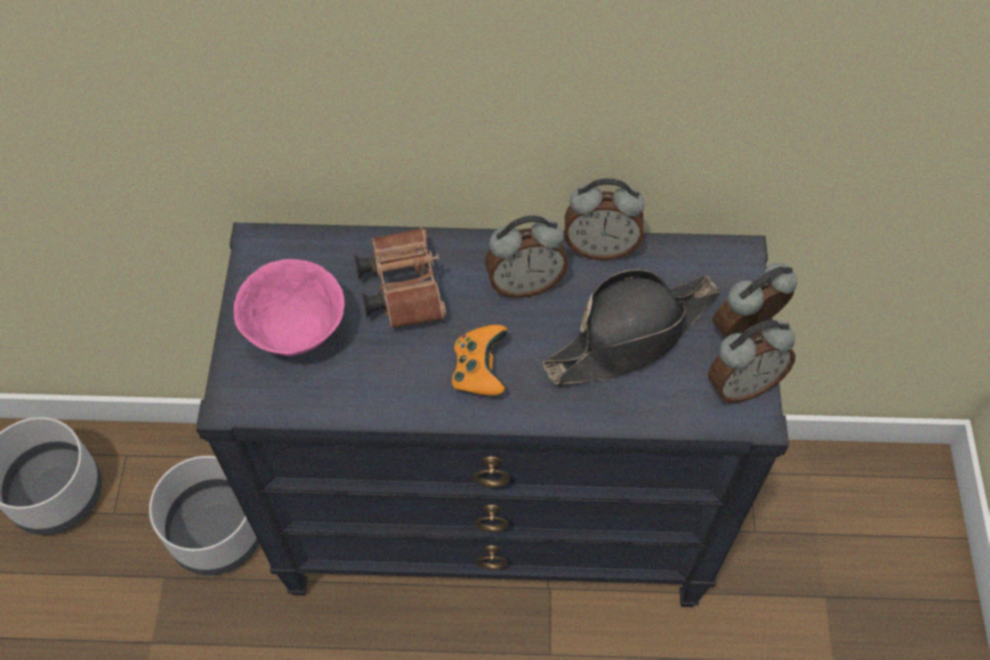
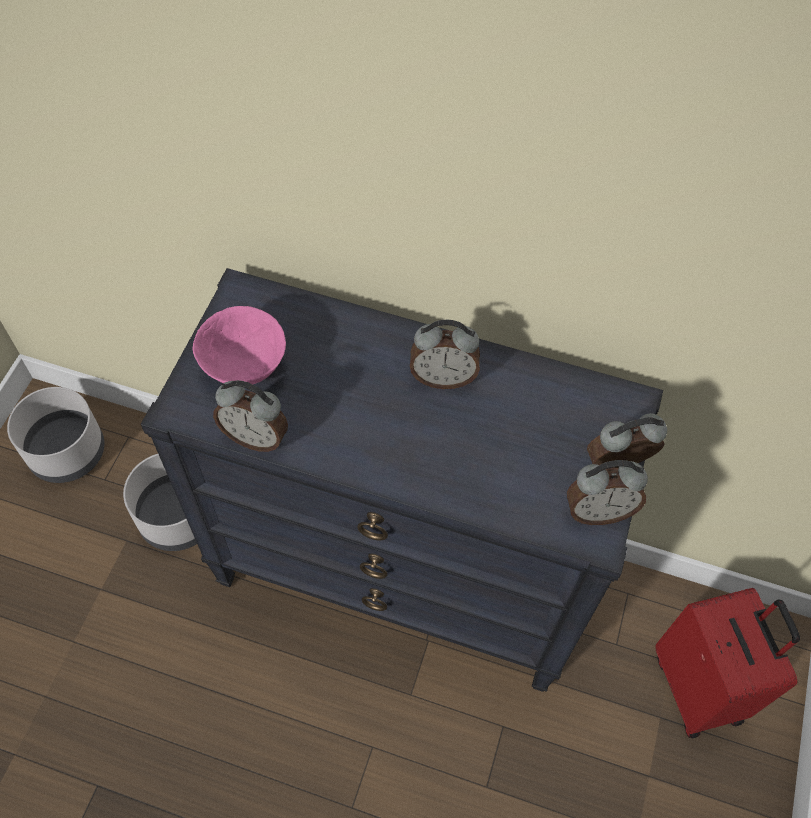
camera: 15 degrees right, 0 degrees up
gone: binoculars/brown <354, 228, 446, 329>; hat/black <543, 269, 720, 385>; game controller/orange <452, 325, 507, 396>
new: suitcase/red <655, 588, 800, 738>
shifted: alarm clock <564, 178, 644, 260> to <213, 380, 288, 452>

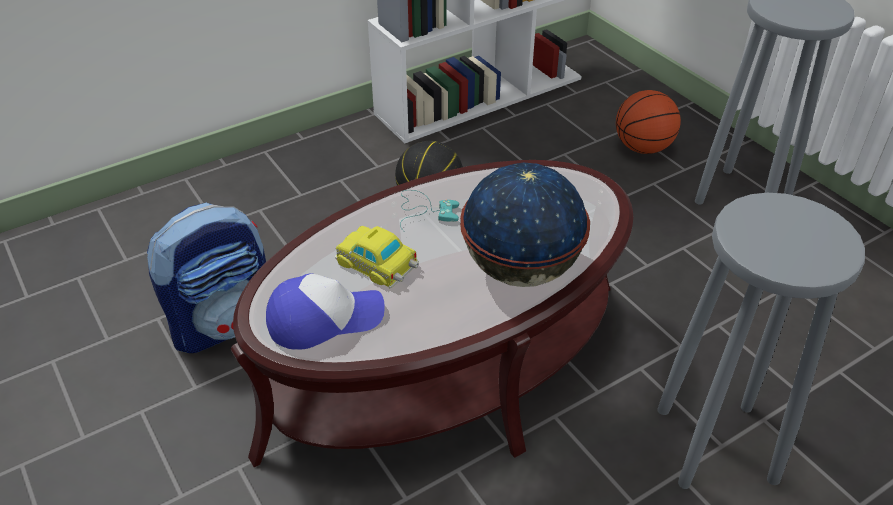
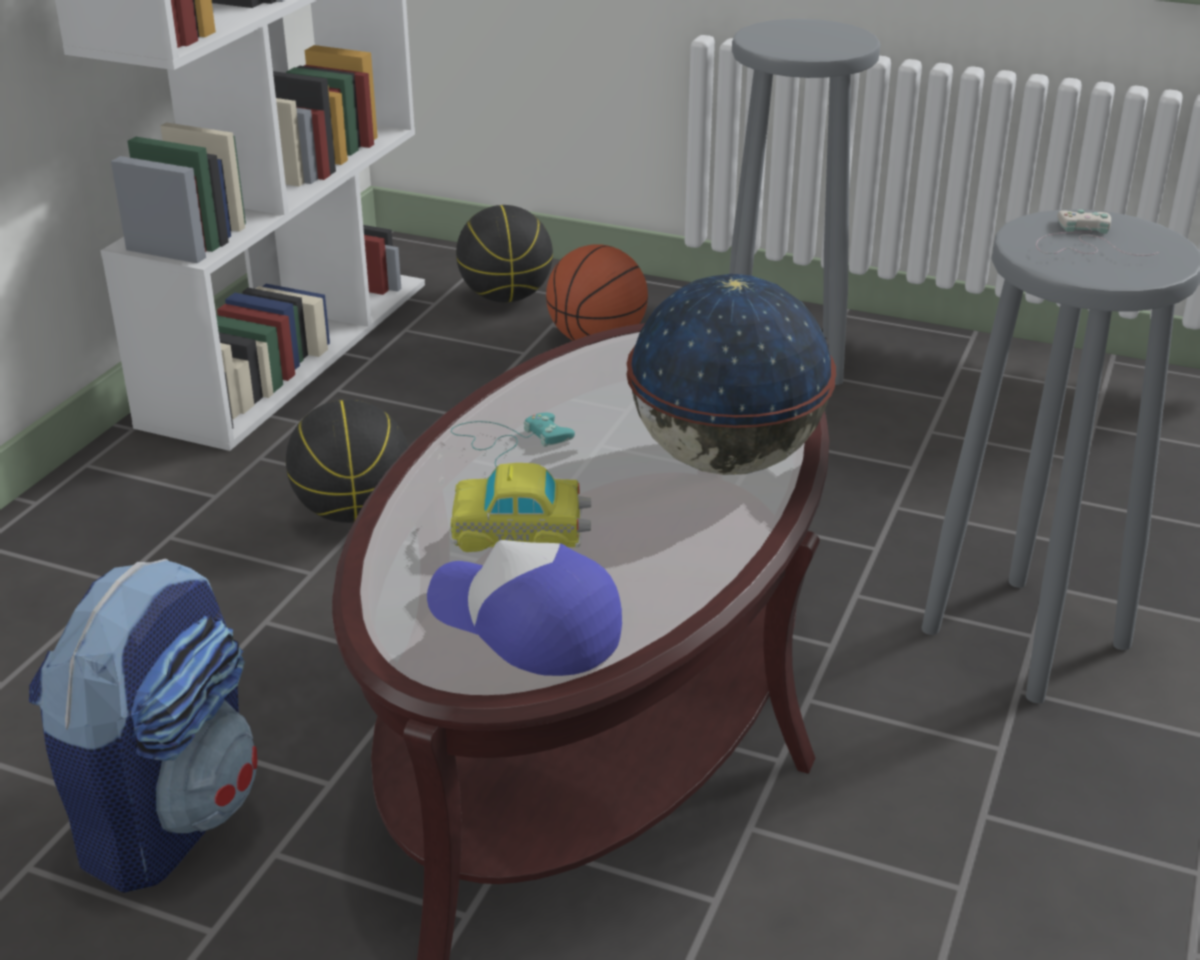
camera: 35 degrees left, 10 degrees down
new: basketball <456, 205, 553, 302>; game controller/white <1036, 209, 1160, 256>
rotated: cap <266, 274, 385, 350> = <427, 540, 622, 676> 90 degrees counterclockwise

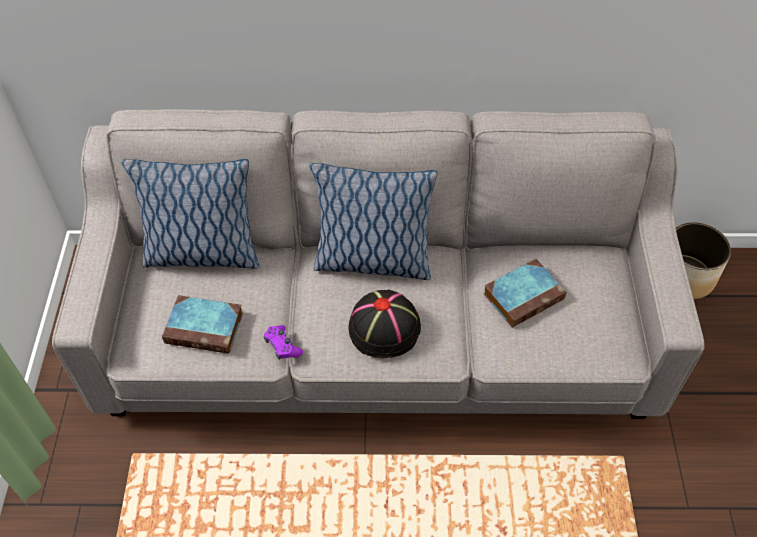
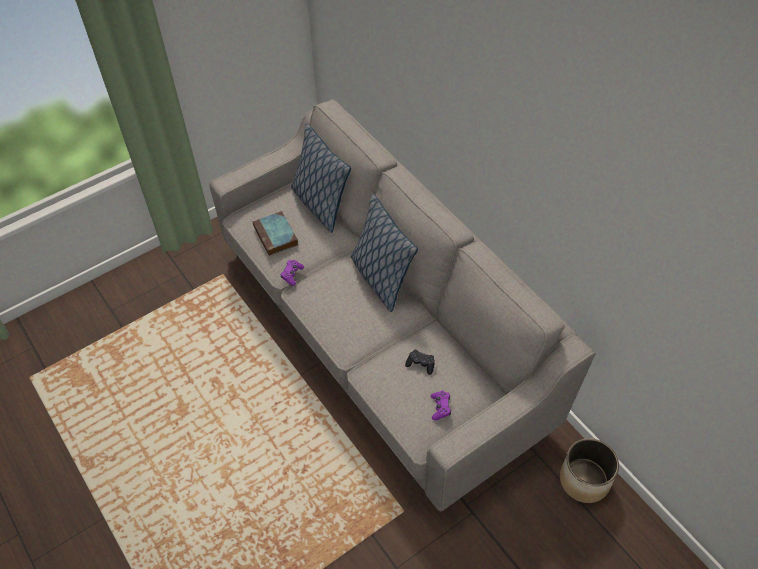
camera: 55 degrees right, 0 degrees up
gone: hat/black <348, 290, 421, 358>
new: game controller/purple <431, 391, 451, 421>
swapped: book <483, 259, 567, 328> to game controller/black <405, 350, 435, 375>

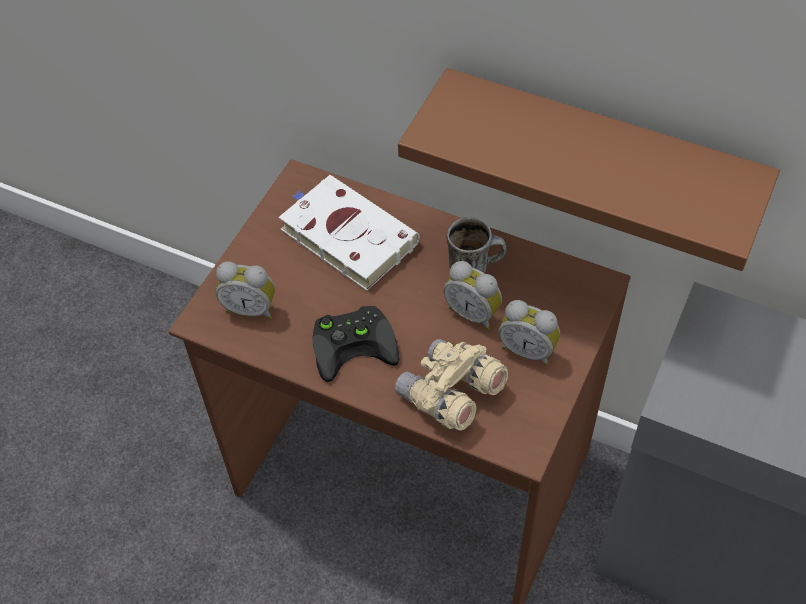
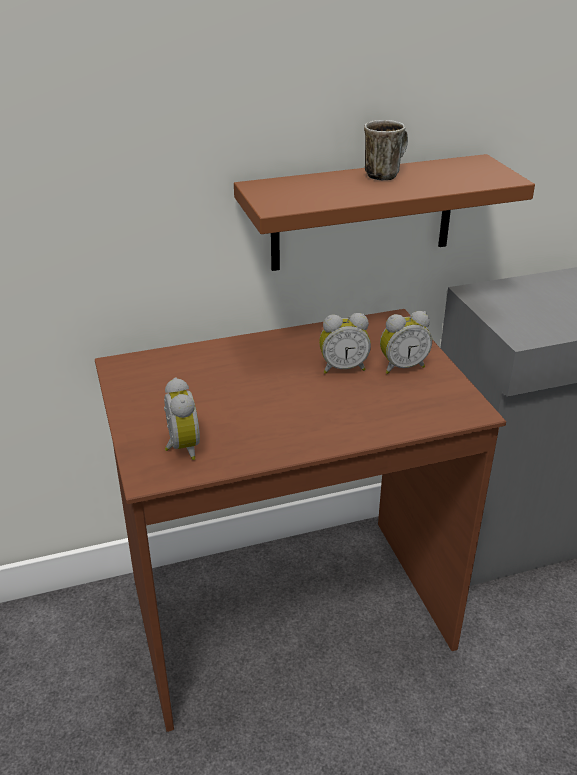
camera: 45 degrees left, 20 degrees down
gone: book/white <279, 175, 420, 291>; game controller/black <312, 306, 400, 382>; binoculars/beige <395, 339, 508, 430>
shifted: mug <447, 217, 506, 273> to <364, 120, 408, 180>
rotated: alarm clock <215, 261, 275, 319> = <164, 377, 200, 460> 75 degrees counterclockwise

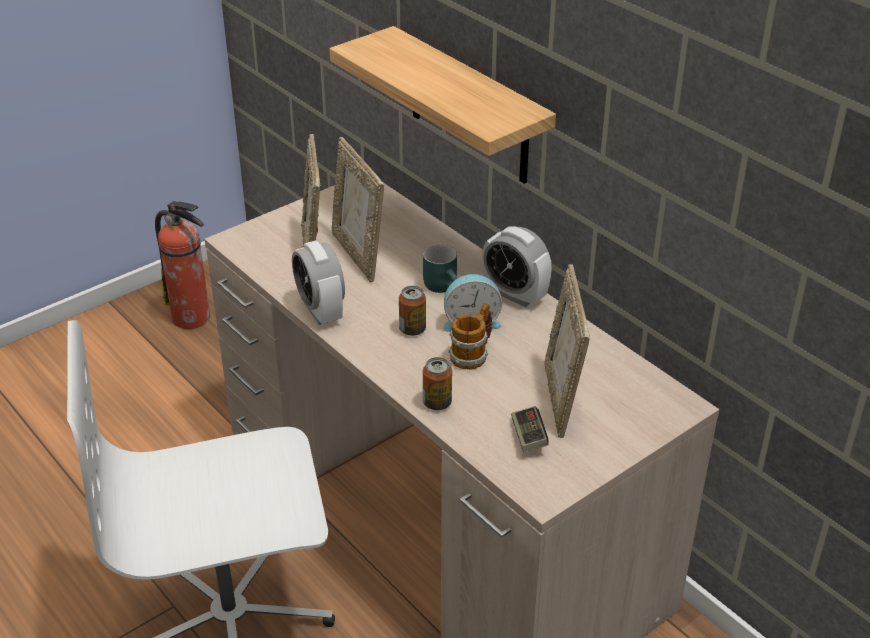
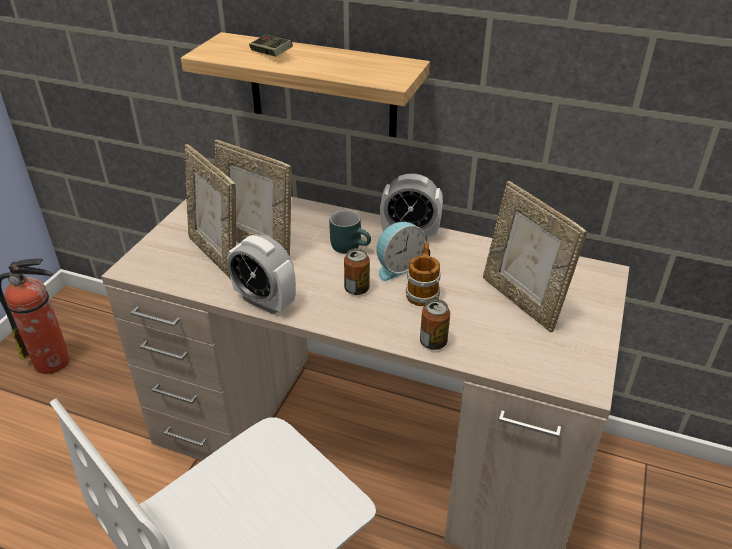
camera: 30 degrees left, 0 degrees up
shifted: game controller <511, 406, 549, 452> to <249, 35, 293, 56>

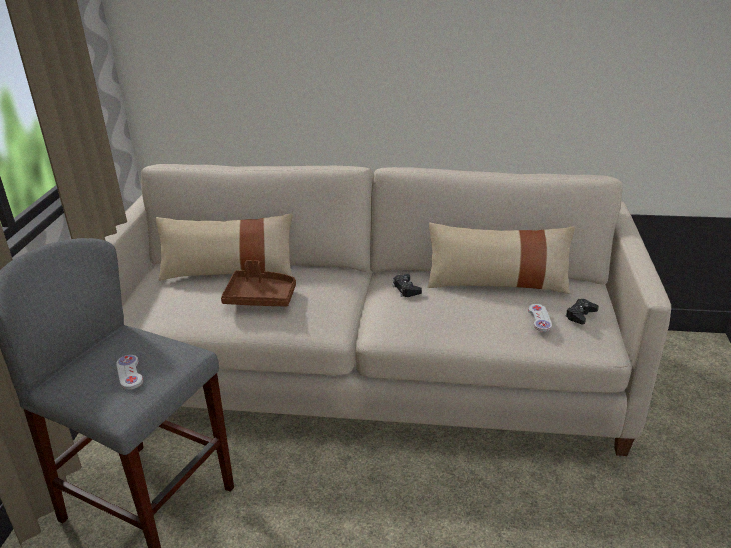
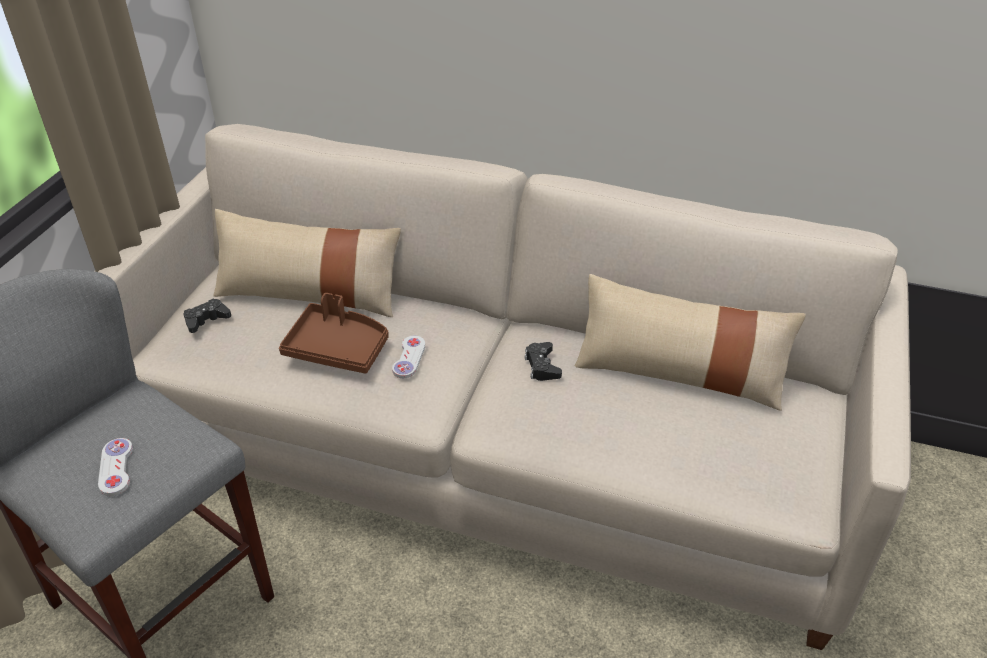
camera: 10 degrees right, 10 degrees up
shifted: game controller/black <565, 299, 599, 324> to <184, 298, 231, 333>; game controller/white <528, 304, 552, 332> to <392, 336, 425, 378>

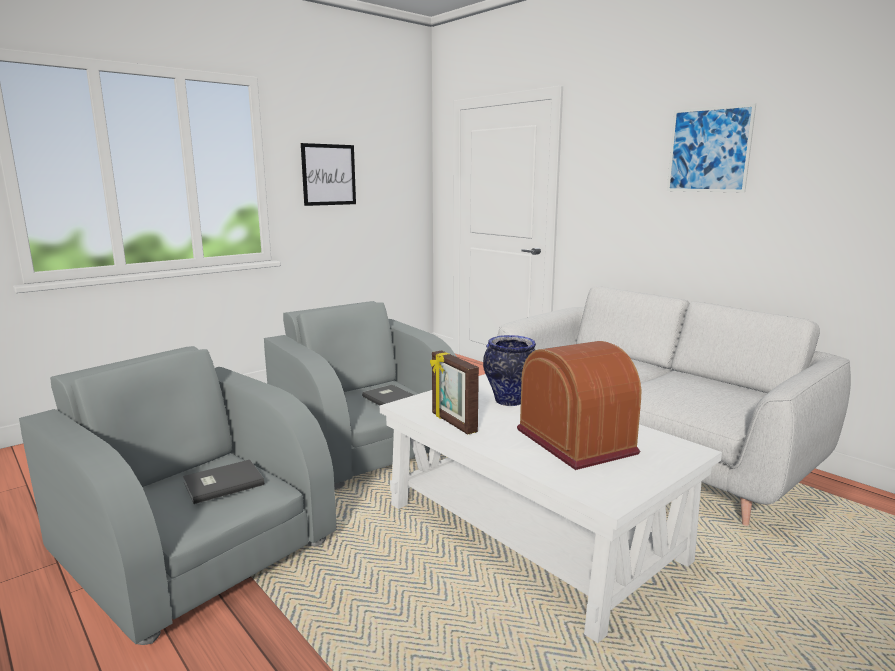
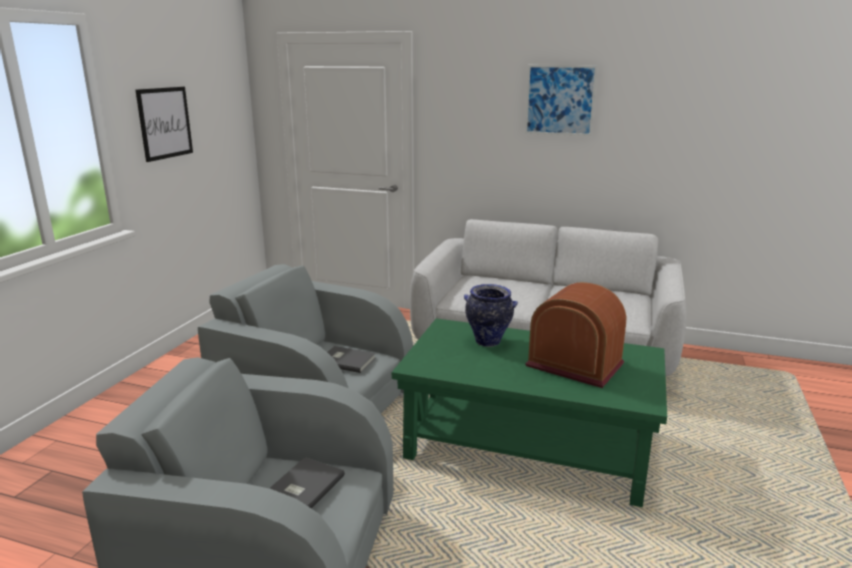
camera: 30 degrees left, 5 degrees up
gone: picture frame <430, 350, 479, 435>
repainted: coffee table/white <380, 374, 722, 643> to coffee table/green <392, 318, 667, 507>

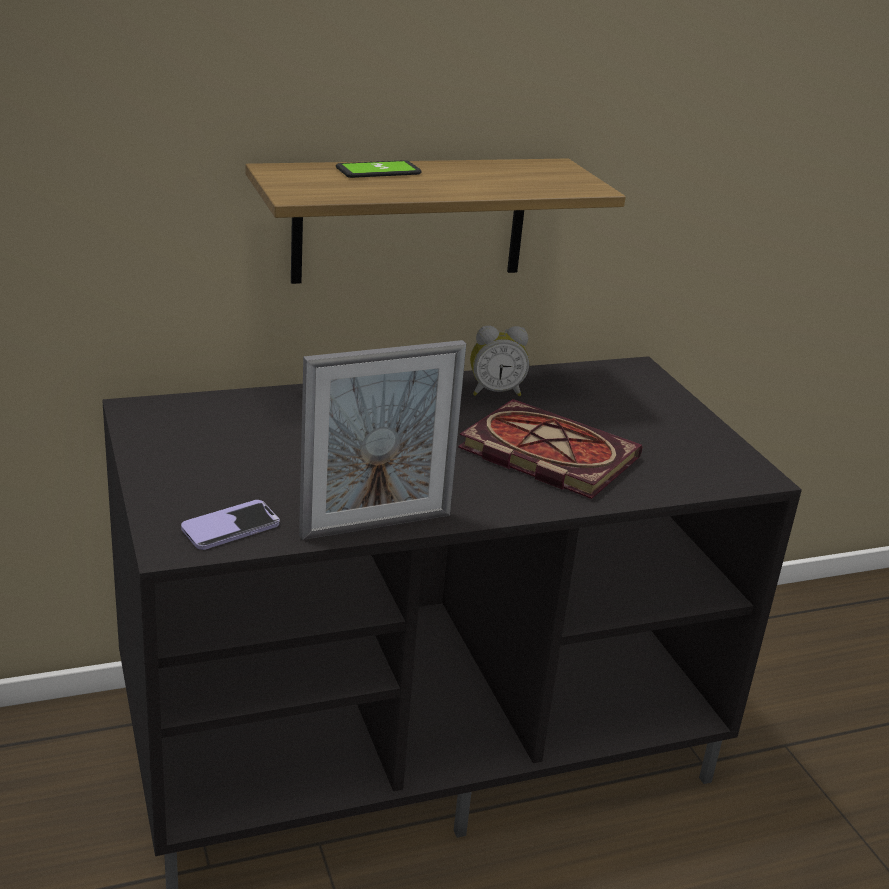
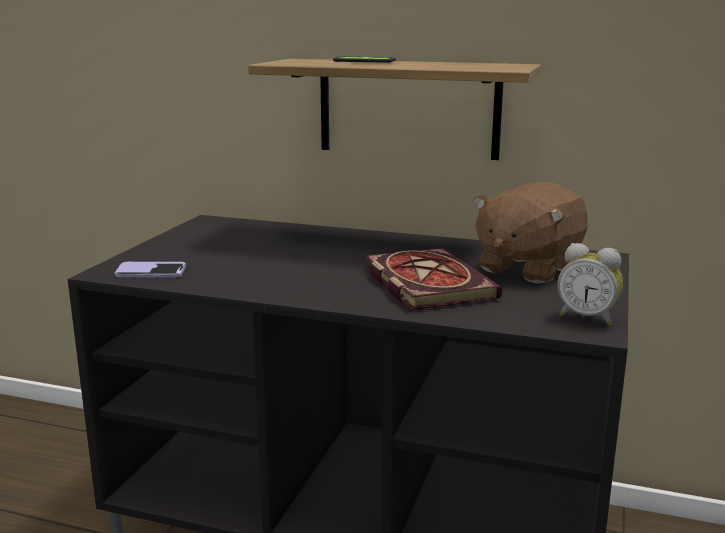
camera: 40 degrees right, 10 degrees down
gone: picture frame <299, 340, 466, 540>
new: plush toy/brown <473, 182, 588, 284>
shifted: alarm clock <470, 326, 529, 396> to <557, 243, 623, 326>

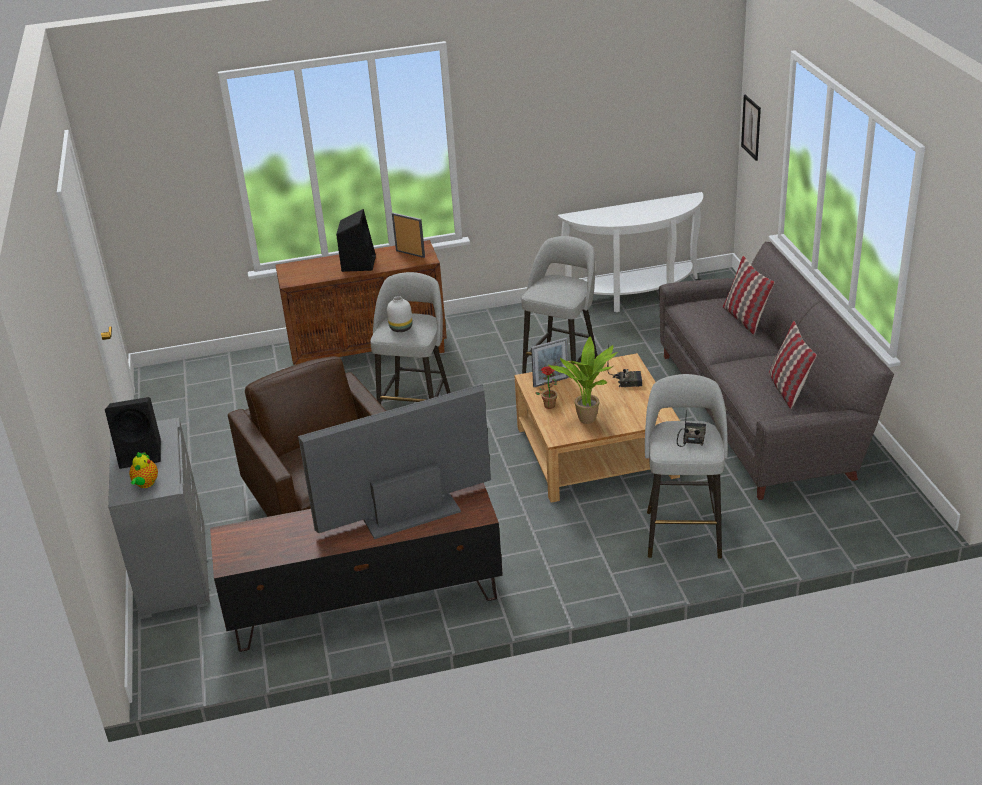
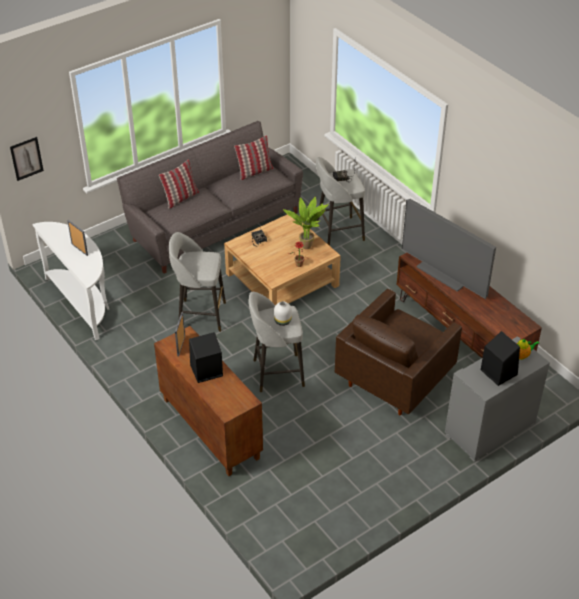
camera: 115 degrees left, 10 degrees up
shifted: picture frame <531, 338, 569, 387> to <67, 220, 88, 256>

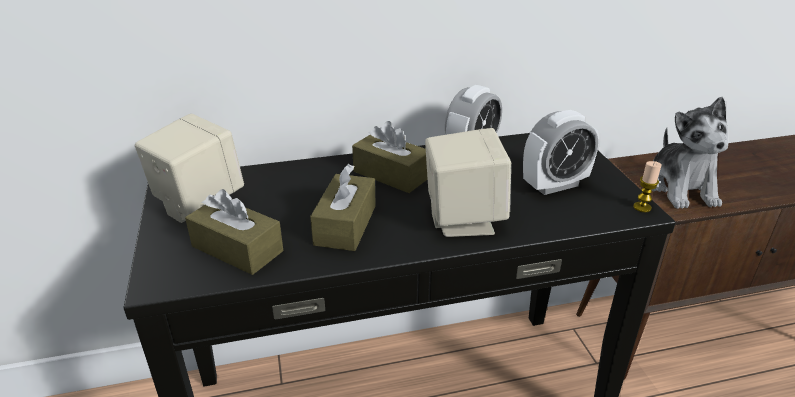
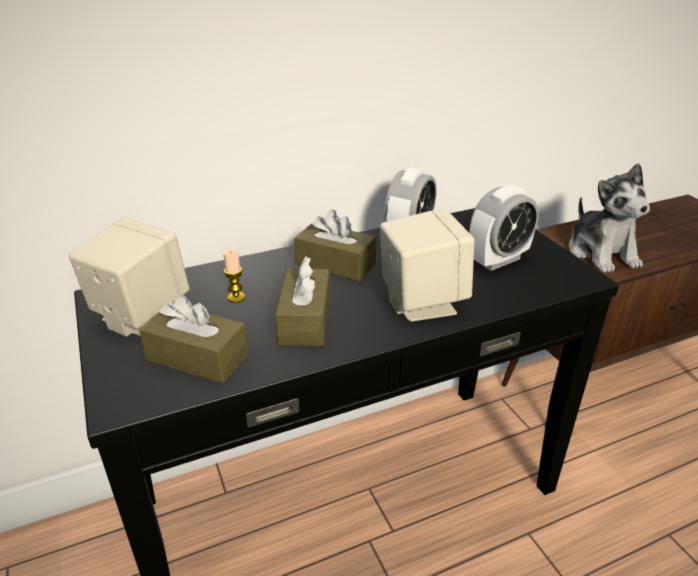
camera: 10 degrees left, 0 degrees up
shifted: candle <633, 161, 662, 212> to <223, 250, 245, 303>

